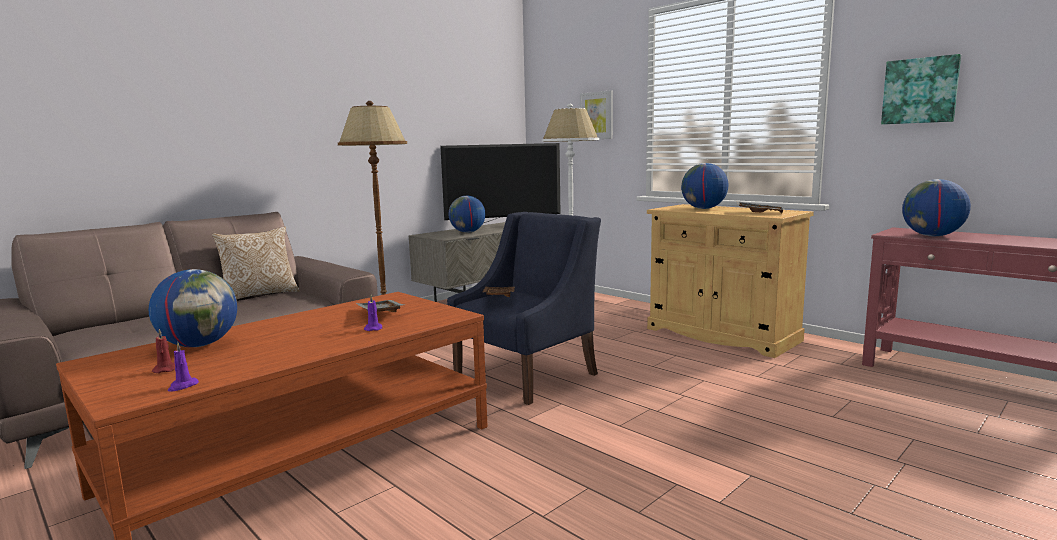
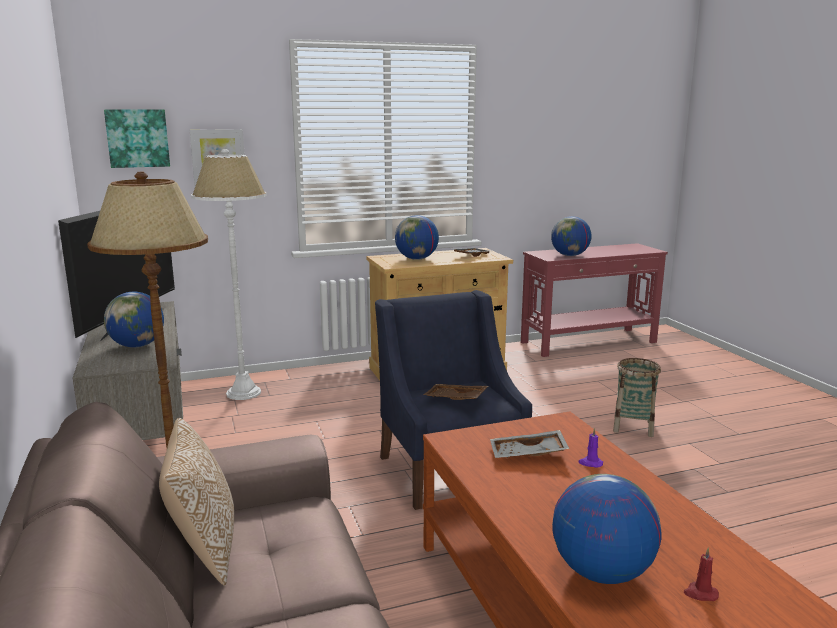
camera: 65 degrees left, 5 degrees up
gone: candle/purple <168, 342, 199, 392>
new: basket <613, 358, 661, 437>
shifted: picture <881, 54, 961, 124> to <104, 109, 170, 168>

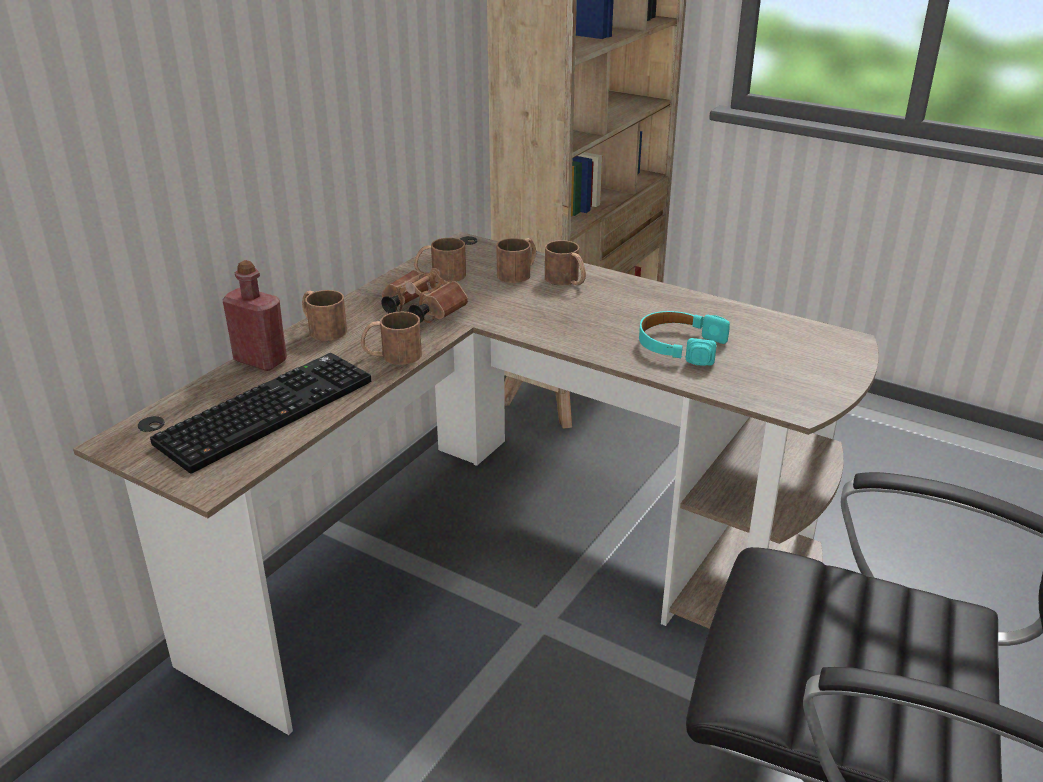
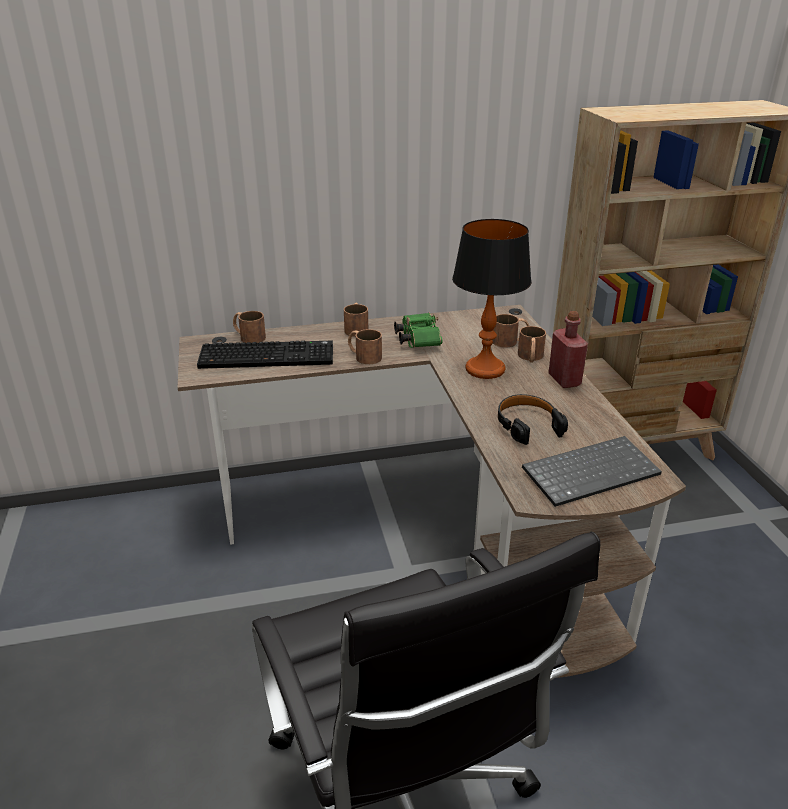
camera: 45 degrees right, 0 degrees up
new: table lamp <452, 219, 532, 379>; keyboard <522, 436, 662, 507>
shifted: mug/brown <414, 238, 466, 283> to <233, 311, 266, 343>; bottle/red <223, 260, 287, 371> to <548, 311, 588, 388>
repainted: binoculars/brown <381, 268, 468, 323> to binoculars/green <394, 313, 442, 348>; headphones/turquoise <639, 311, 730, 366> to headphones/black <498, 394, 568, 445>

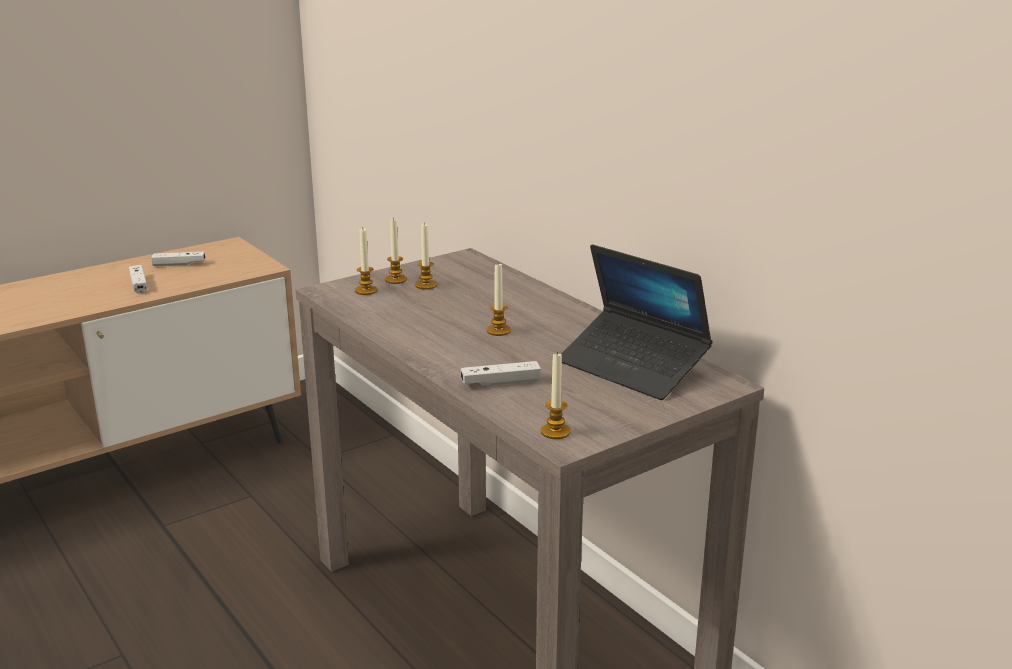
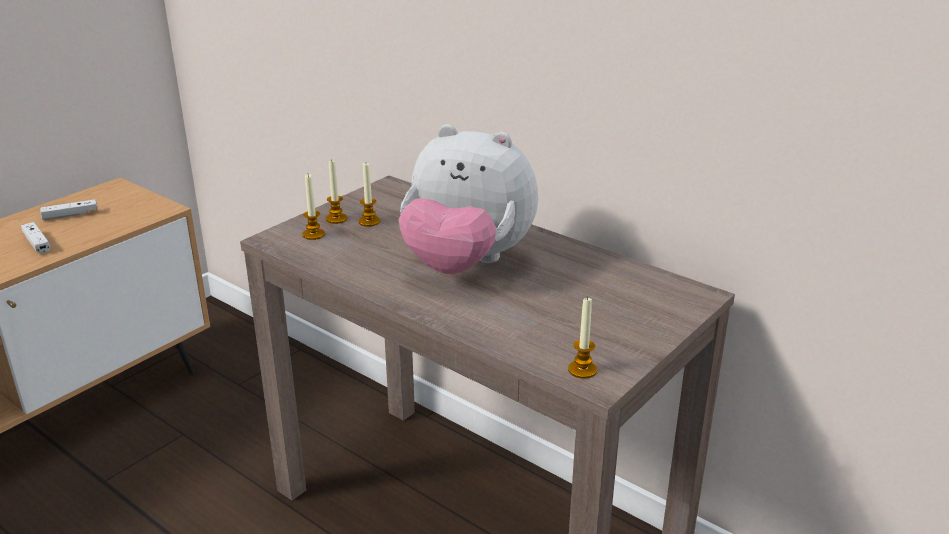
camera: 15 degrees left, 5 degrees up
gone: laptop <561, 244, 713, 400>; game controller/white <461, 361, 541, 386>
swapped: candle <486, 262, 511, 336> to plush toy <399, 124, 538, 274>

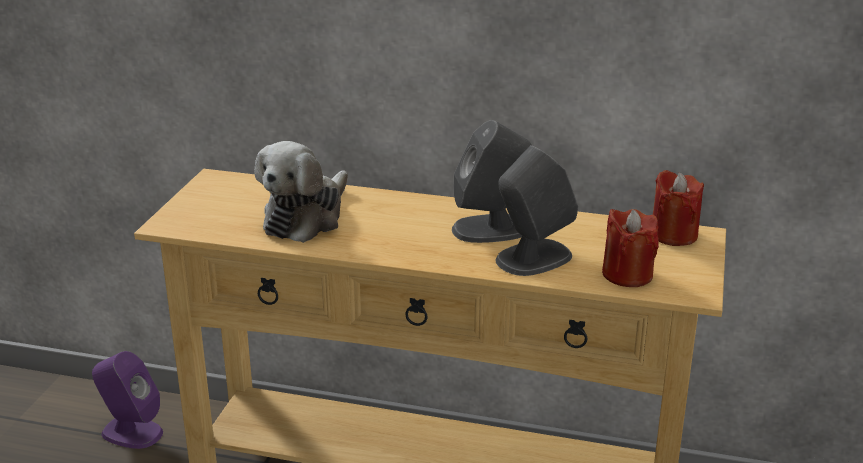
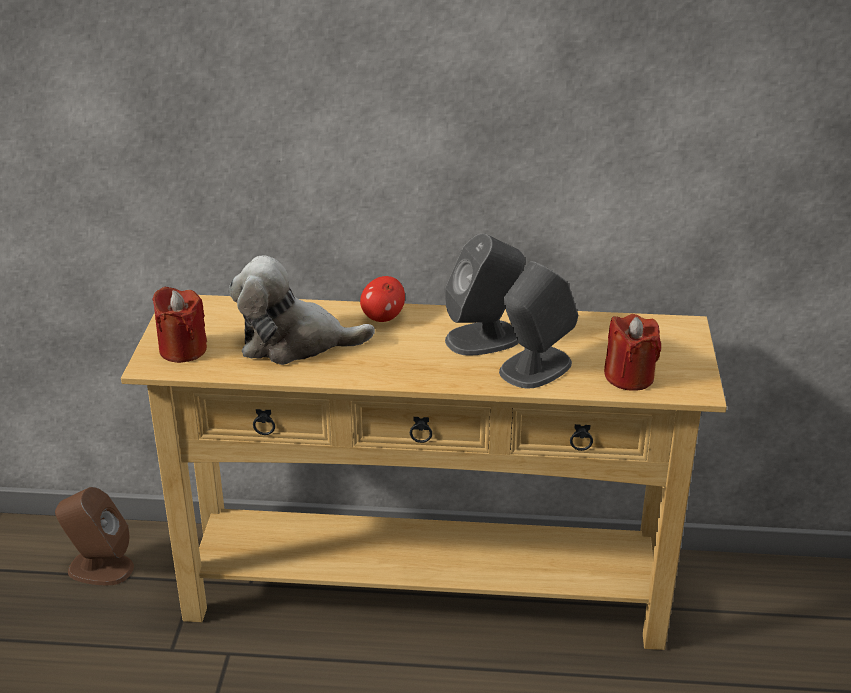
camera: 10 degrees left, 5 degrees up
new: apple <360, 276, 405, 322>
shifted: candle/red <653, 170, 704, 246> to <152, 287, 207, 363>
repainted: speaker/purple <92, 351, 163, 449> to speaker/brown <55, 487, 134, 586>
rotated: plush toy <255, 141, 348, 243> = <229, 256, 375, 365> 75 degrees clockwise

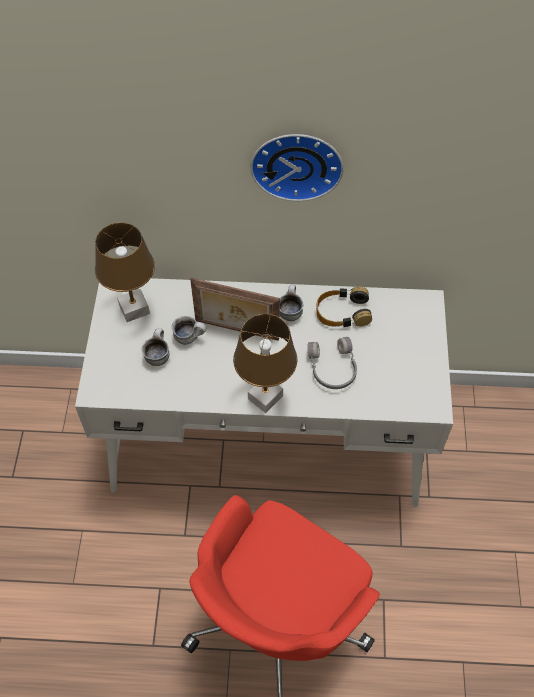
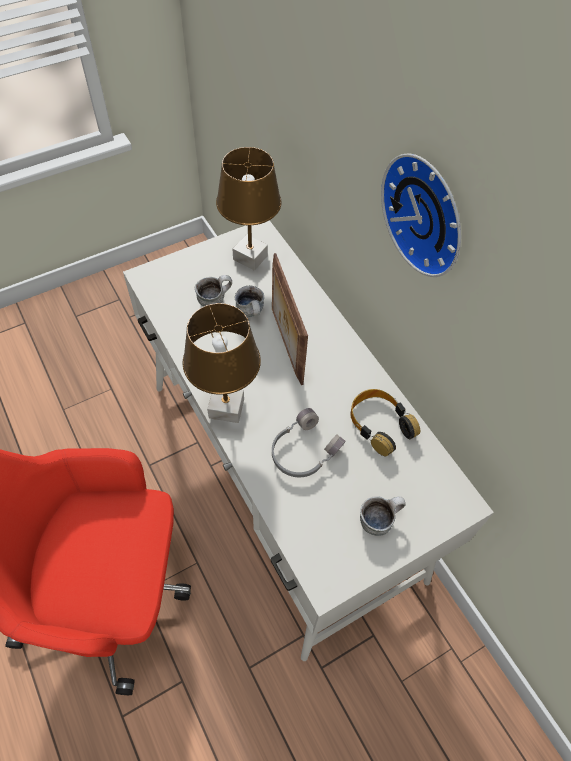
camera: 55 degrees right, 0 degrees up
shifted: mug <280, 284, 303, 321> to <360, 496, 405, 536>

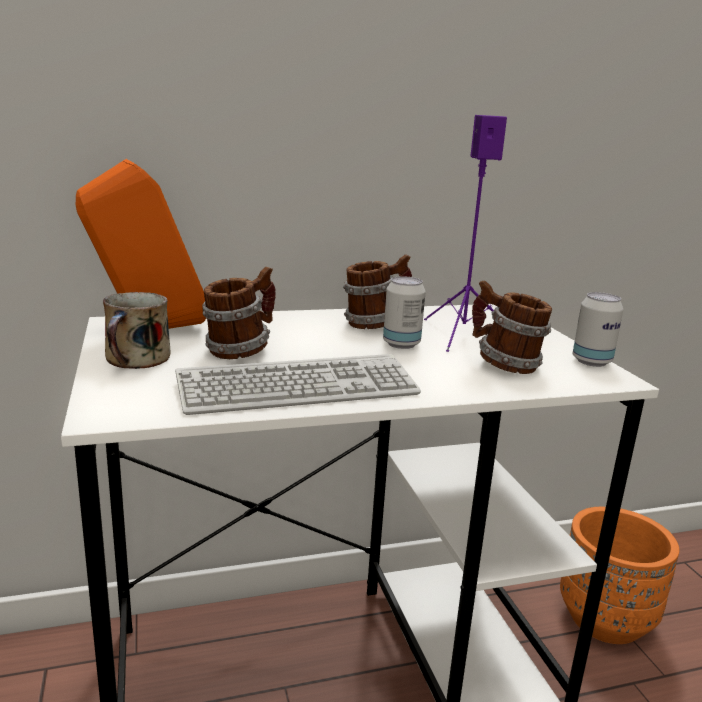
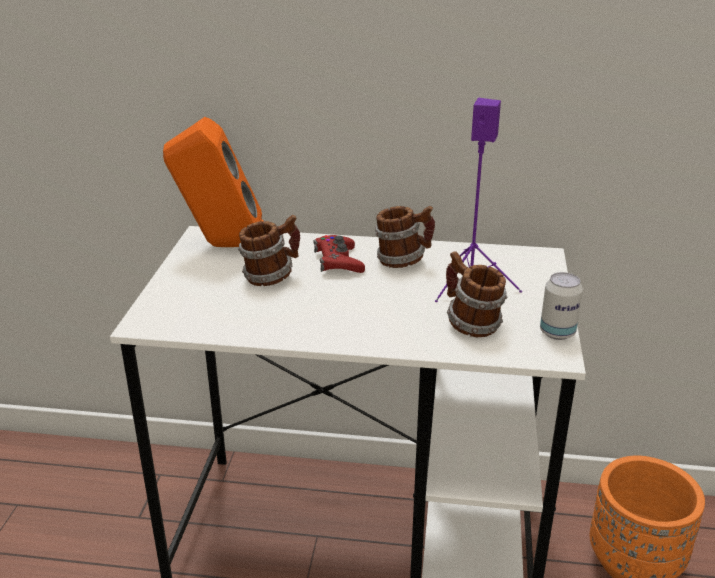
camera: 25 degrees right, 10 degrees up
gone: can <383, 276, 426, 349>; mug <103, 292, 170, 369>; keyboard <175, 354, 421, 415>
new: game controller/red <314, 235, 365, 273>

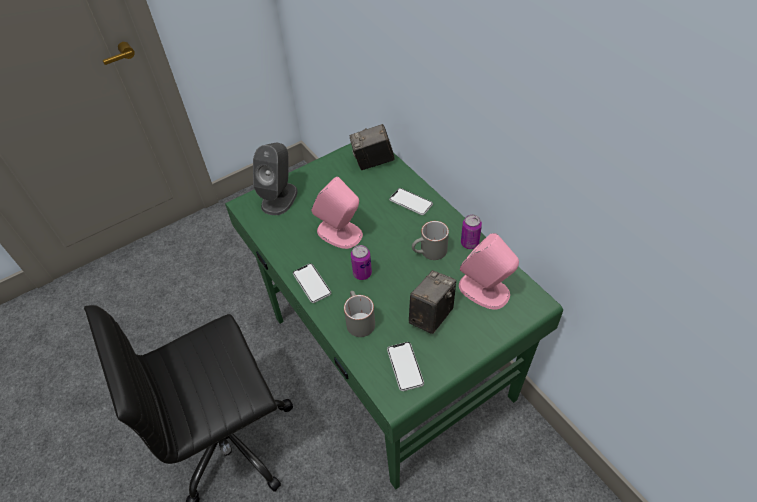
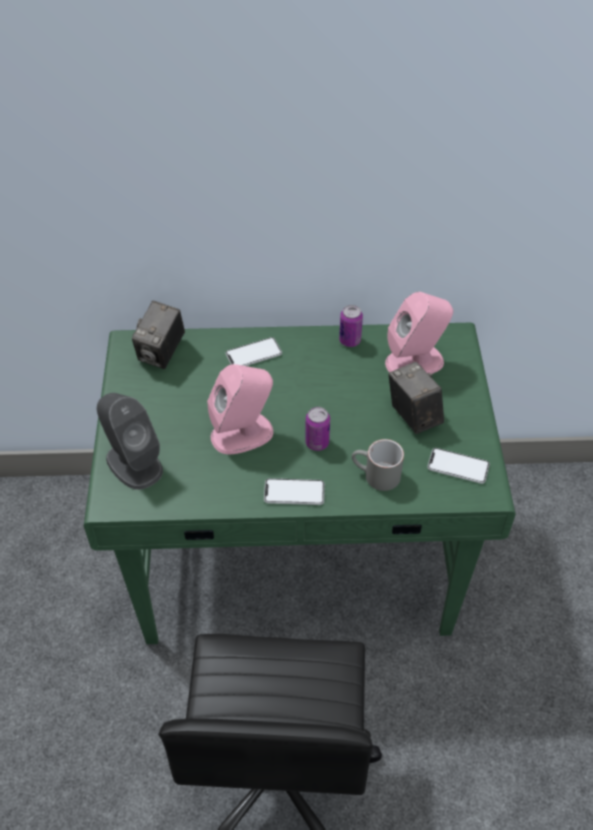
camera: 60 degrees left, 0 degrees up
gone: mug/grey <412, 221, 449, 260>

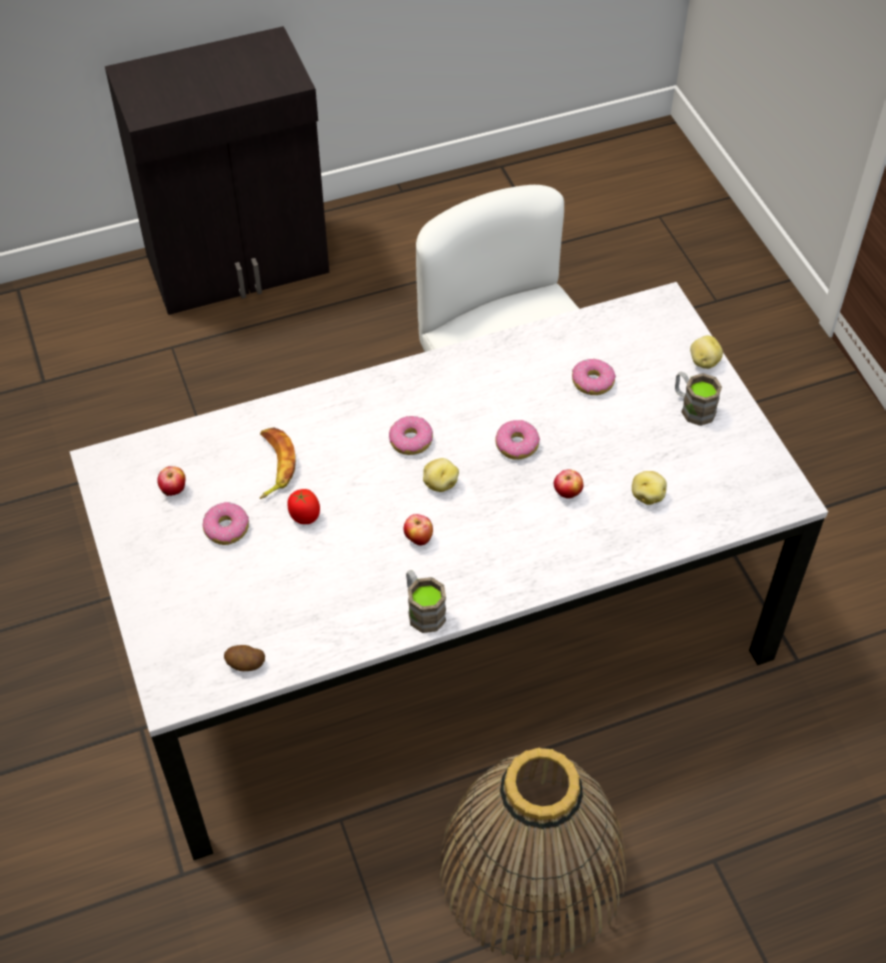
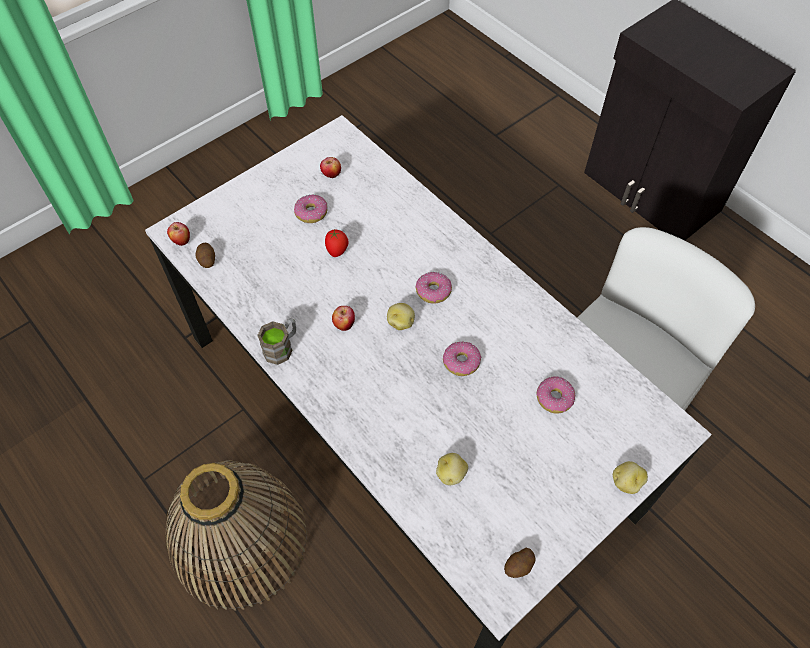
camera: 70 degrees right, 5 degrees up
gone: mug/brown <675, 371, 722, 426>; banana <260, 428, 296, 499>
new: potato <504, 548, 535, 578>
shifted: apple <554, 470, 583, 499> to <167, 222, 190, 246>

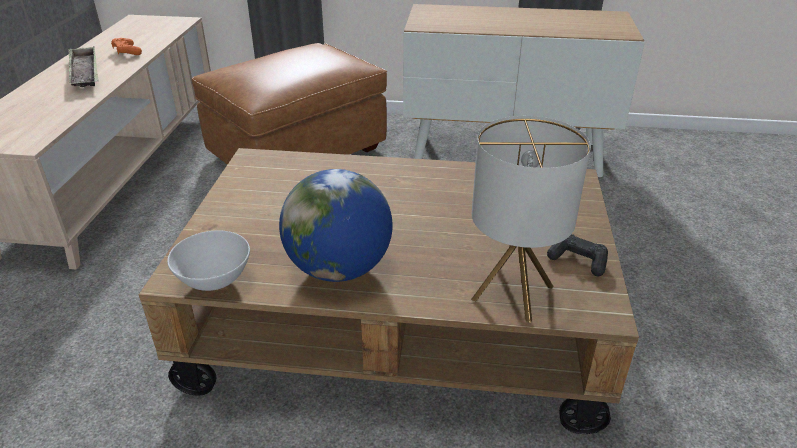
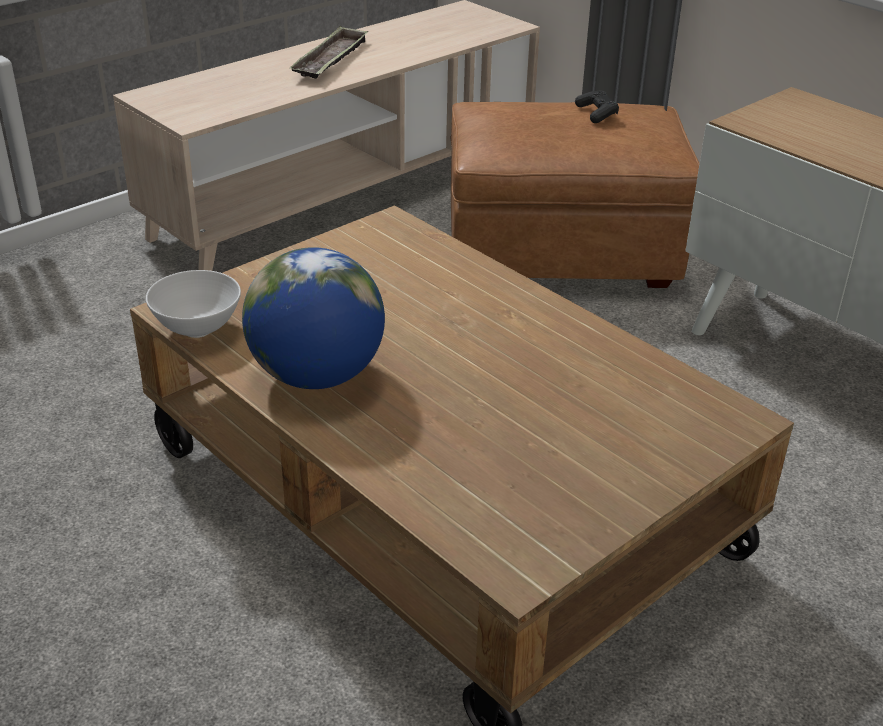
camera: 40 degrees right, 0 degrees up
gone: game controller/orange <111, 38, 142, 55>; table lamp <471, 116, 591, 323>
shifted: game controller/black <547, 234, 608, 276> to <575, 91, 619, 123>

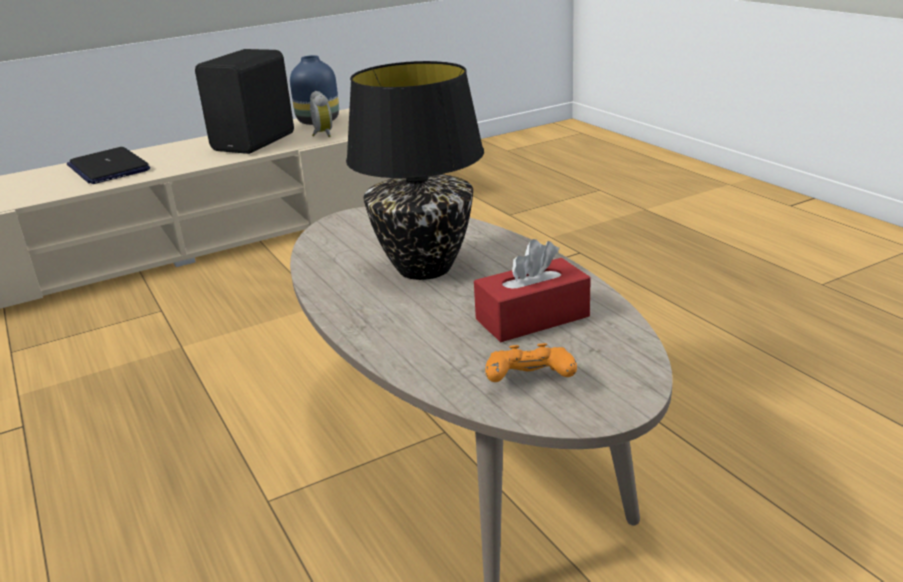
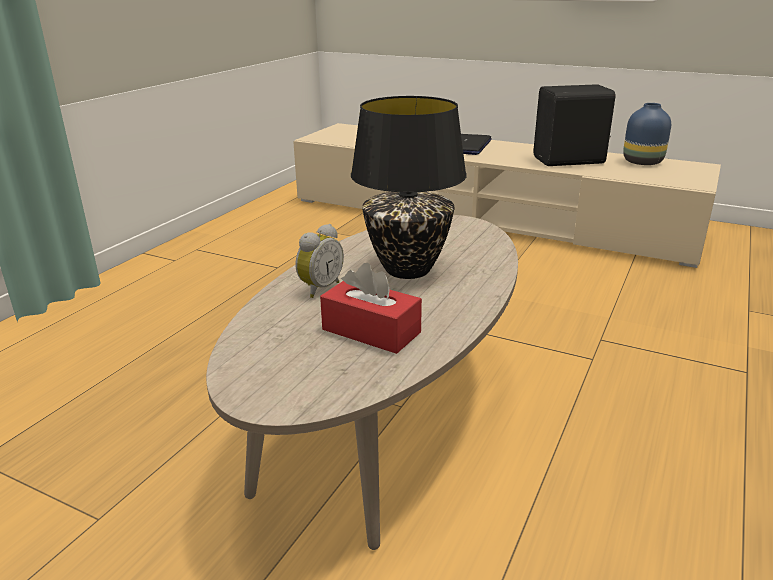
camera: 55 degrees right, 0 degrees up
gone: game controller/orange <485, 343, 577, 382>
shifted: alarm clock <310, 91, 332, 137> to <296, 224, 344, 298>

